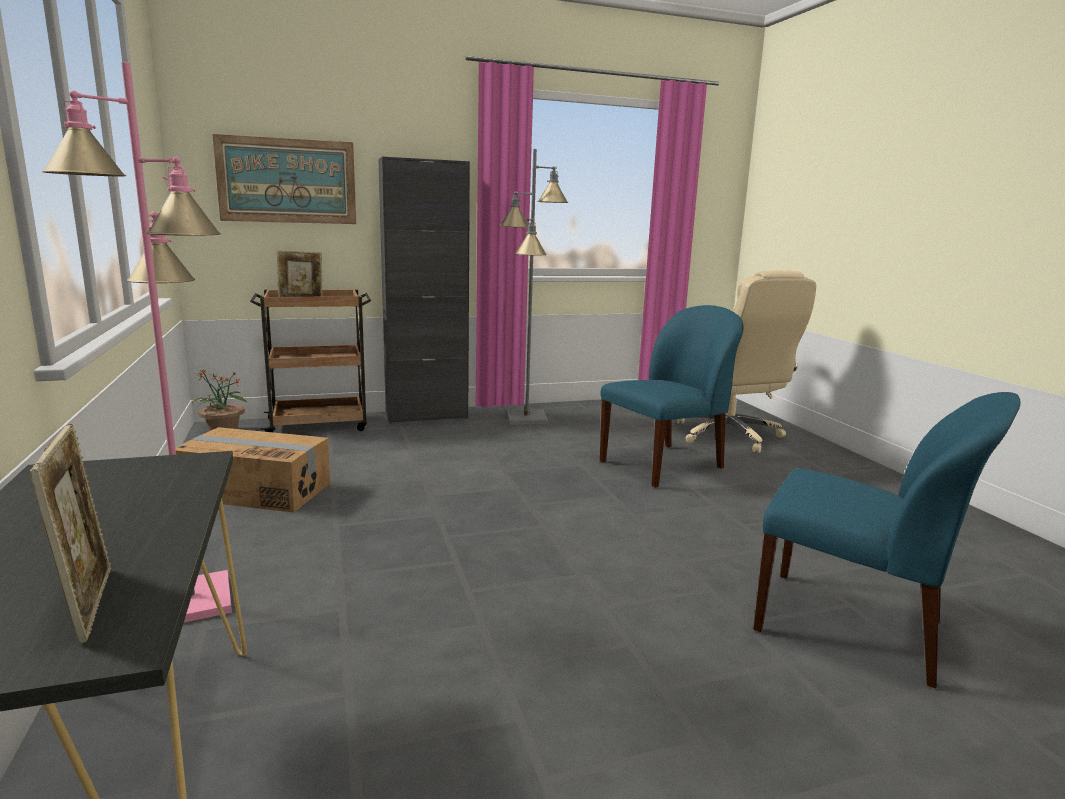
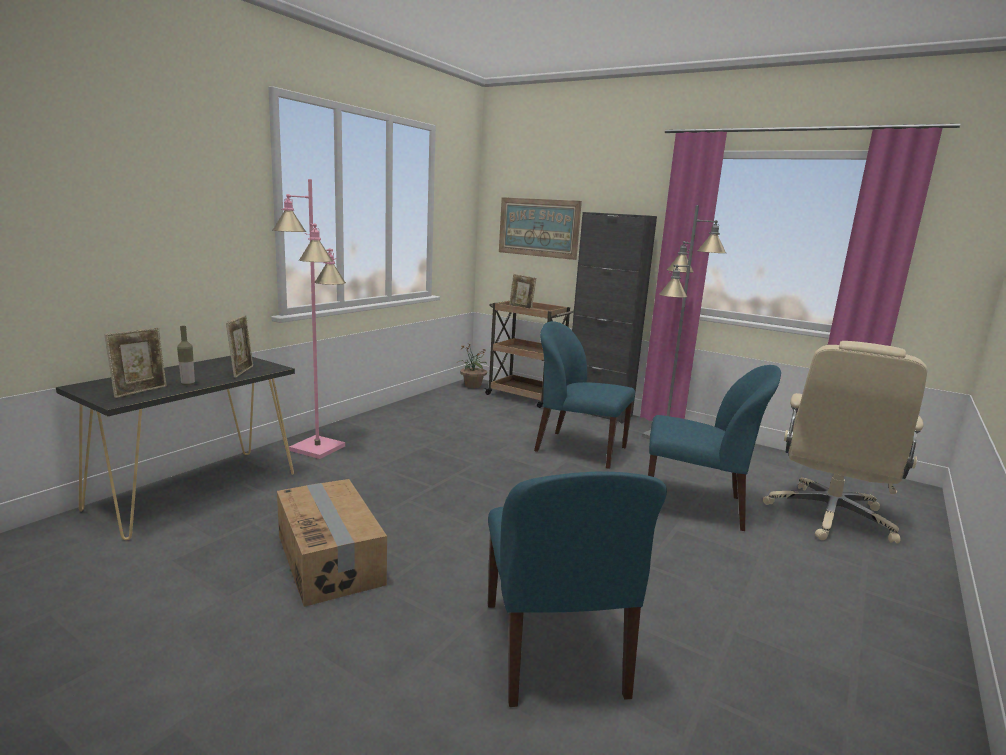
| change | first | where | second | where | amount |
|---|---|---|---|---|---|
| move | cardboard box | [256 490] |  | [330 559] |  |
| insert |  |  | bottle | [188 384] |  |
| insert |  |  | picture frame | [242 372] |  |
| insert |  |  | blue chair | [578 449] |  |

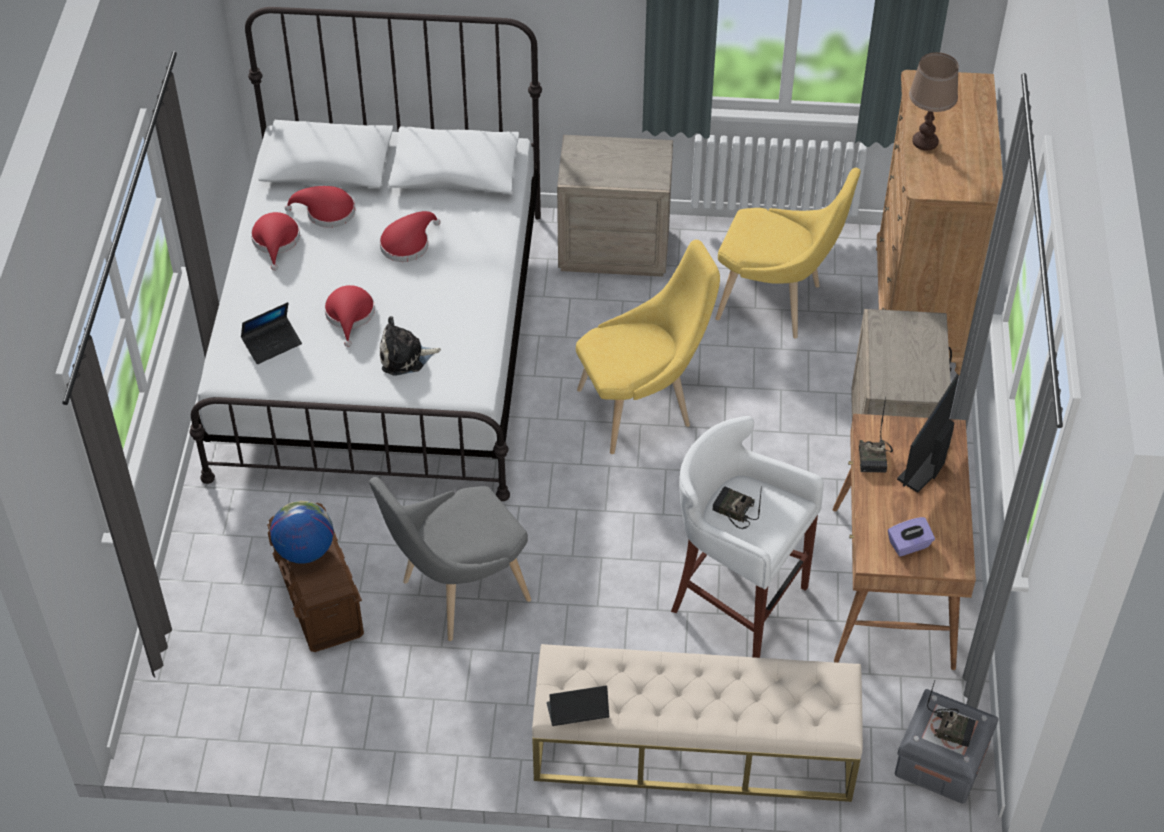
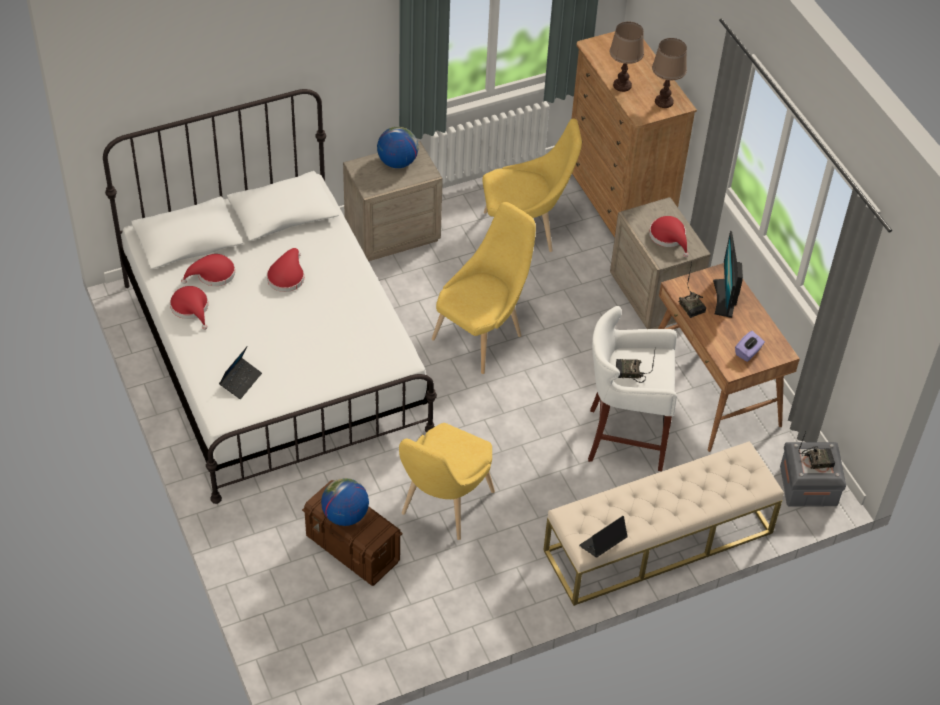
| change | first | where | second | where | amount |
|---|---|---|---|---|---|
| move | red hat | [350 315] |  | [669 237] |  |
| recolor | grey chair | [457 593] | yellow chair | [443 507] |  |
| delete | plush toy | [405 357] |  |  |  |
| insert |  |  | globe | [397 162] |  |
| insert |  |  | brown table lamp | [663 101] |  |

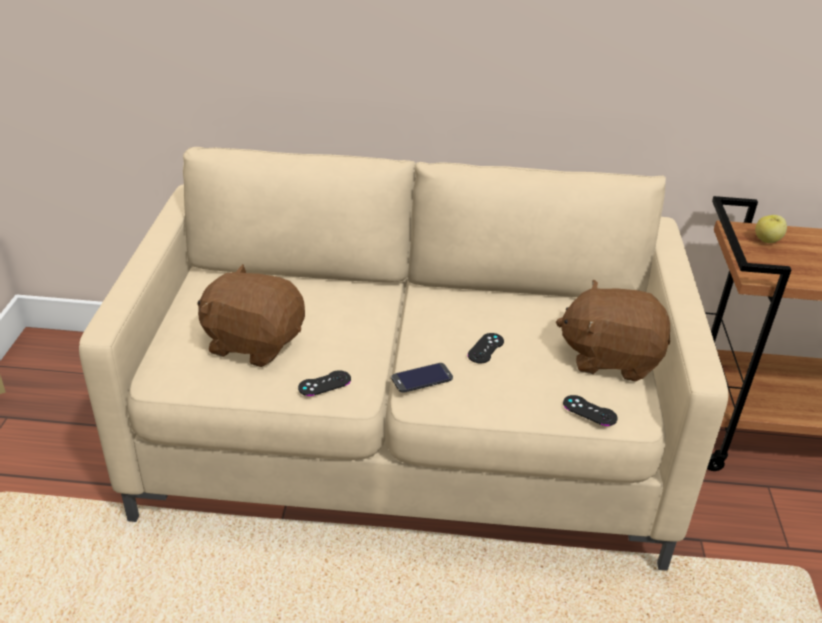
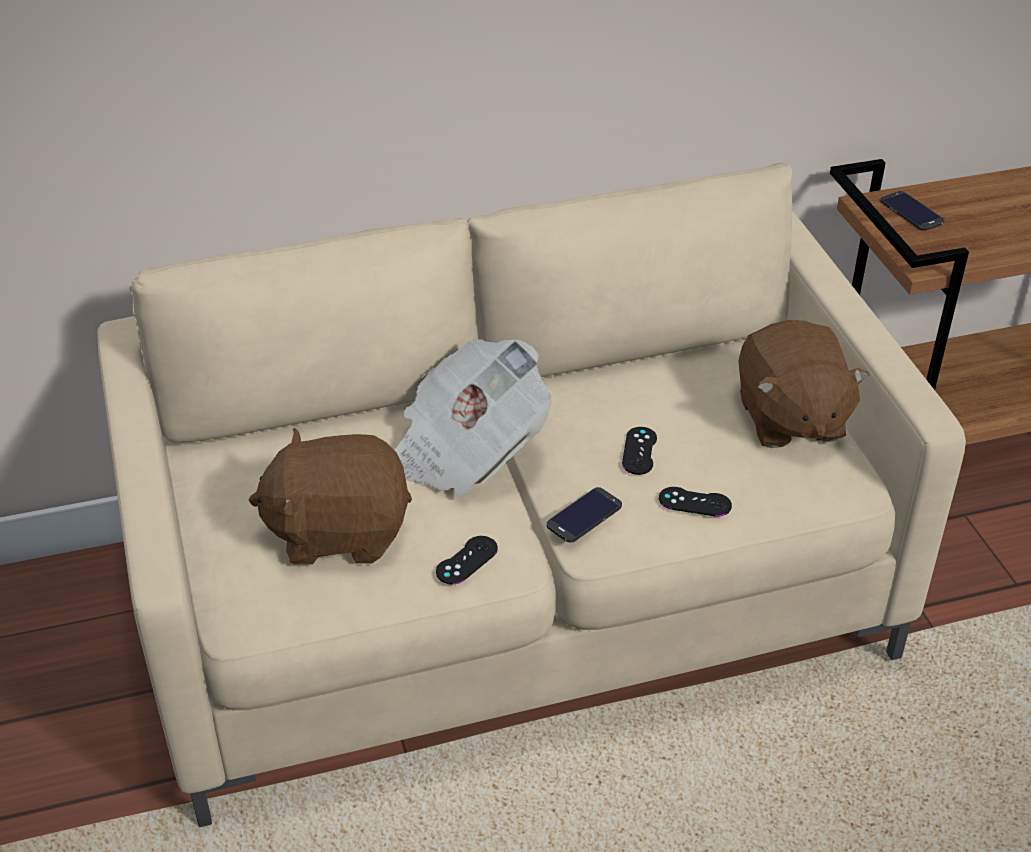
| change | first | where | second | where | amount |
|---|---|---|---|---|---|
| rotate | brown plush toy | [610 357] |  | [789 419] | 90 degrees counterclockwise |
| move | black game controller | [589 411] |  | [695 502] |  |
| replace | apple | [767 241] | phone | [911 211] |  |
| insert |  |  | newspaper | [466 450] |  |

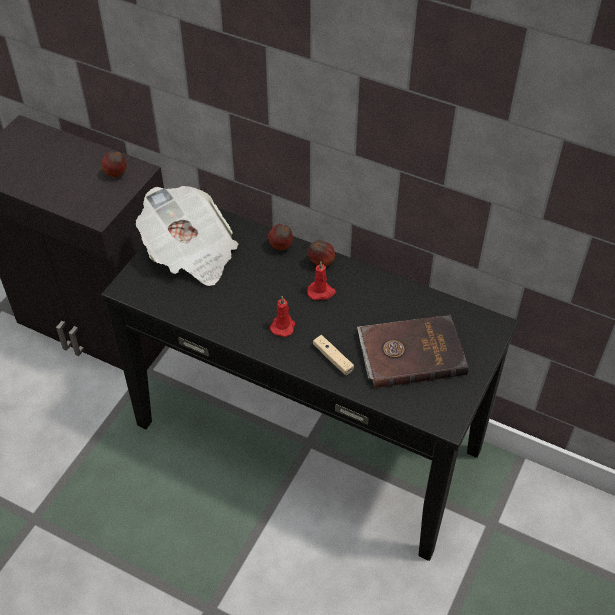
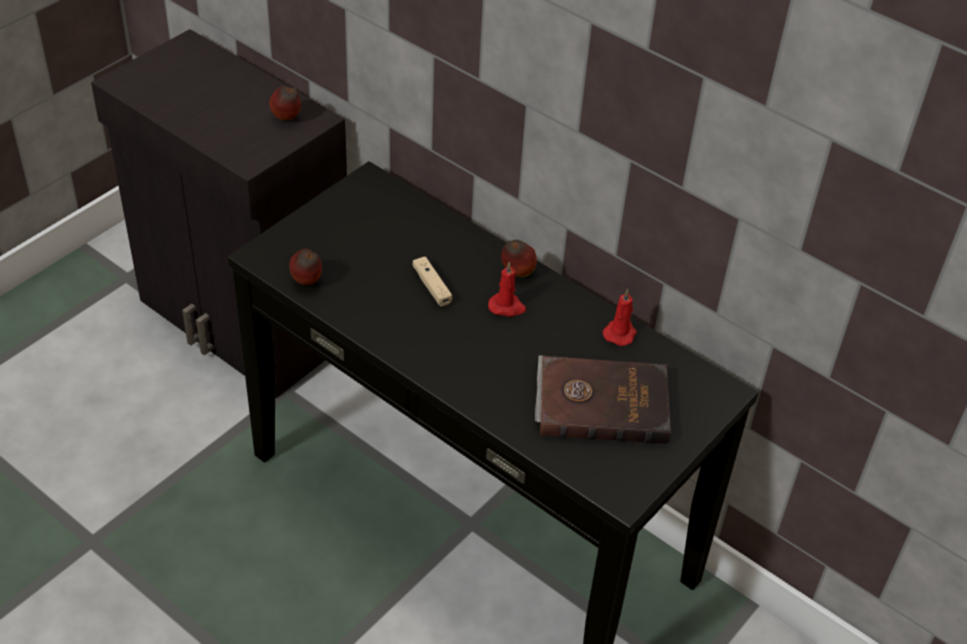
| change | first | where | second | where | amount |
|---|---|---|---|---|---|
| delete | newspaper | [190 253] |  |  |  |
| move | apple | [281 247] |  | [307 282] |  |
| move | red candle | [283 326] |  | [620 333] |  |
| move | beige game controller | [333 358] |  | [432 286] |  |

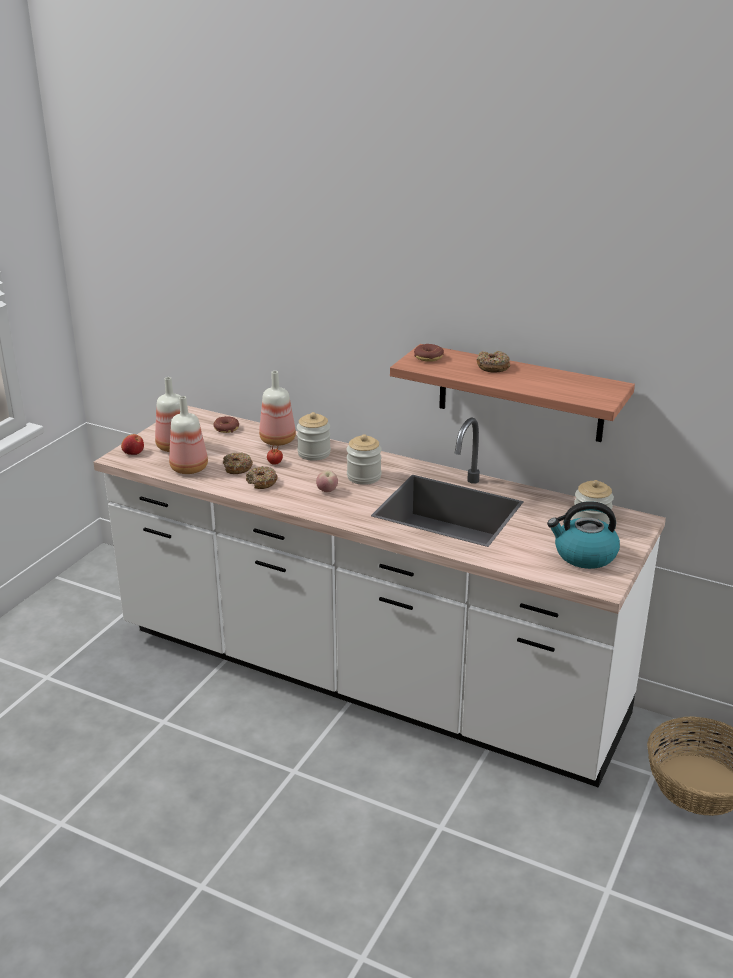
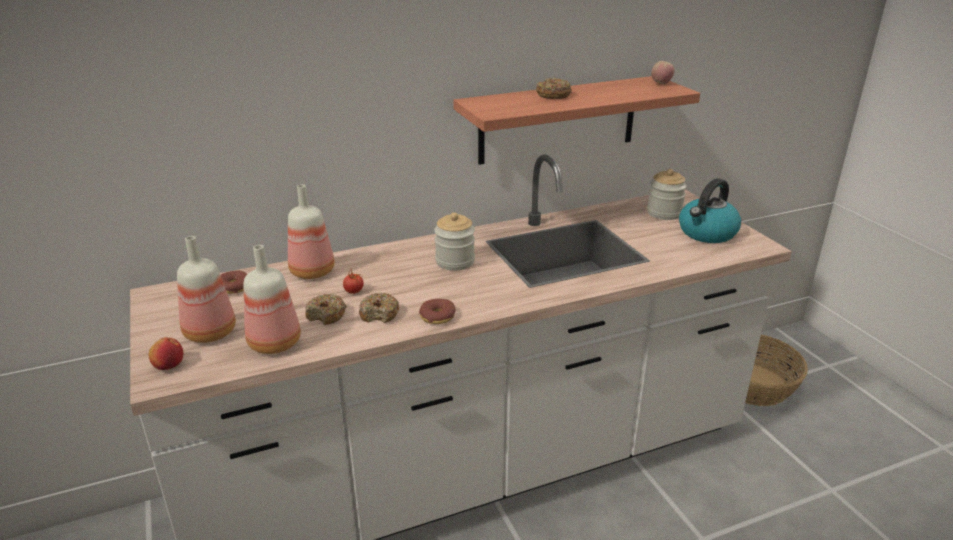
| change | first | where | second | where | amount |
|---|---|---|---|---|---|
| delete | jar | [314 453] |  |  |  |
| move | apple | [327 491] |  | [661 84] |  |
| move | donut | [428 357] |  | [437 317] |  |

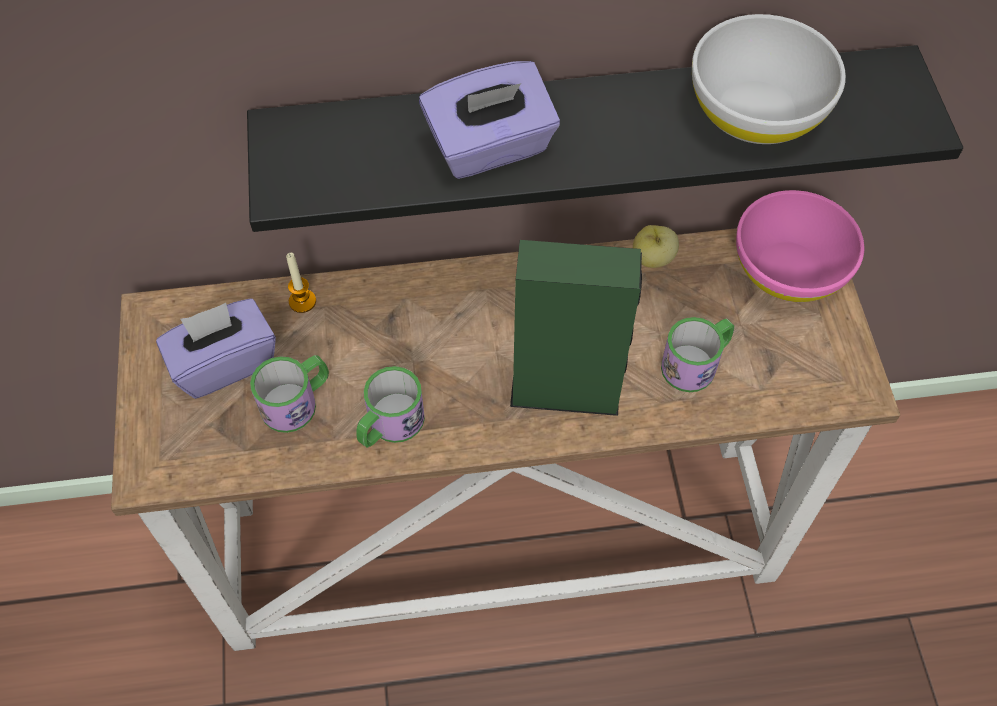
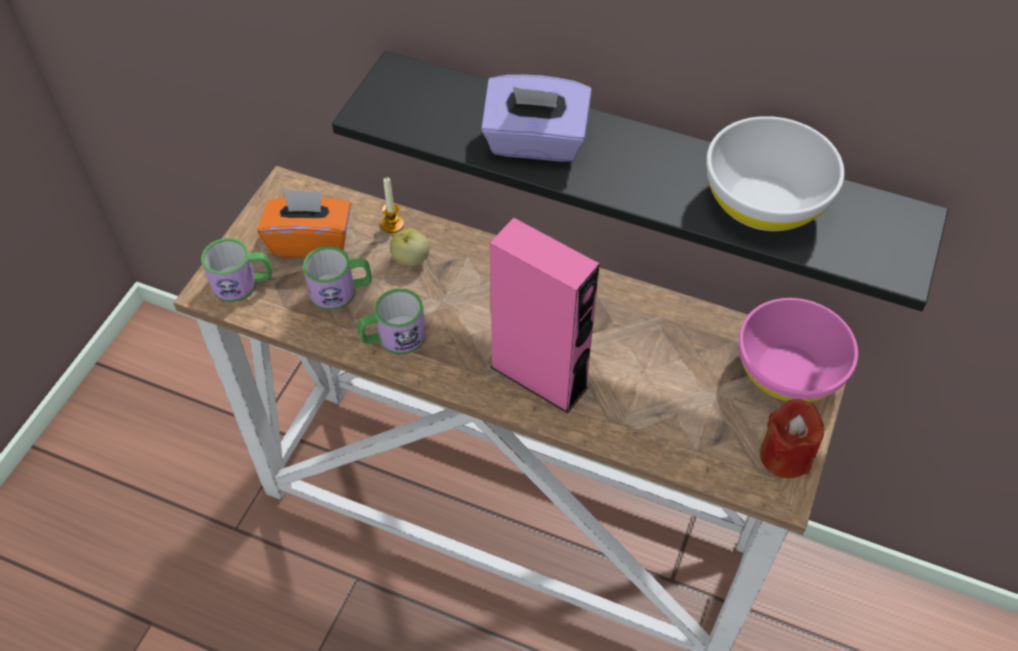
| change | first | where | second | where | amount |
|---|---|---|---|---|---|
| recolor | purple tissue box | [224 363] | orange tissue box | [311 242] |  |
| recolor | green speaker | [565 392] | pink speaker | [539 377] |  |
| move | apple | [653 259] |  | [410 259] |  |
| move | mug | [696 363] |  | [243 283] |  |
| insert |  |  | red candle | [785 456] |  |

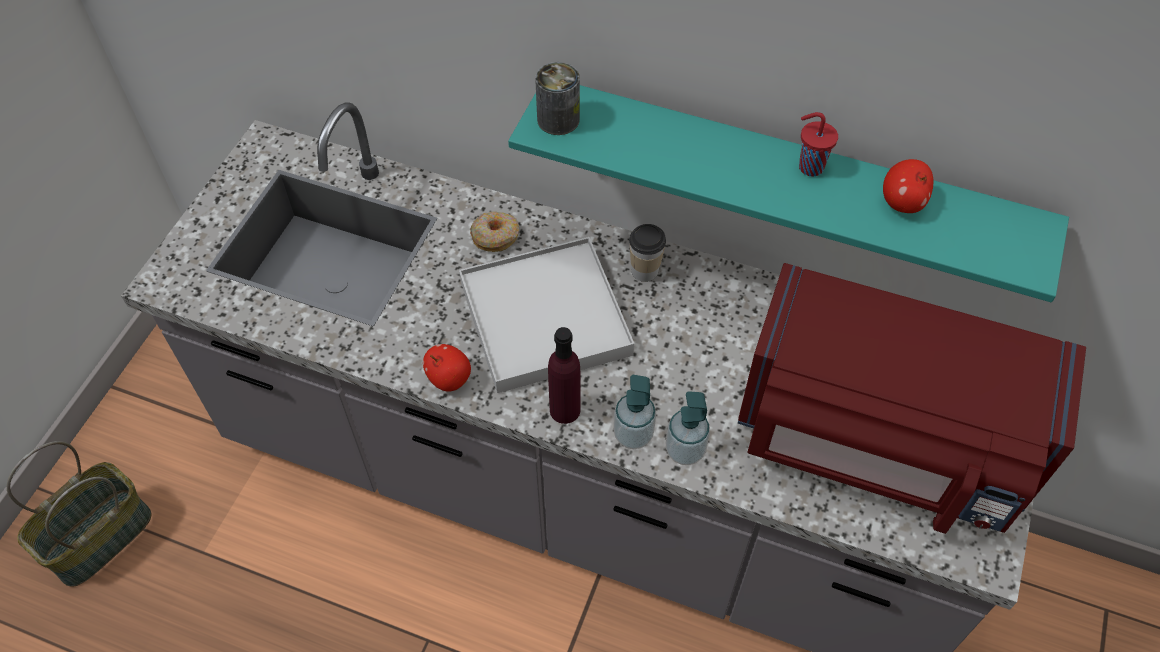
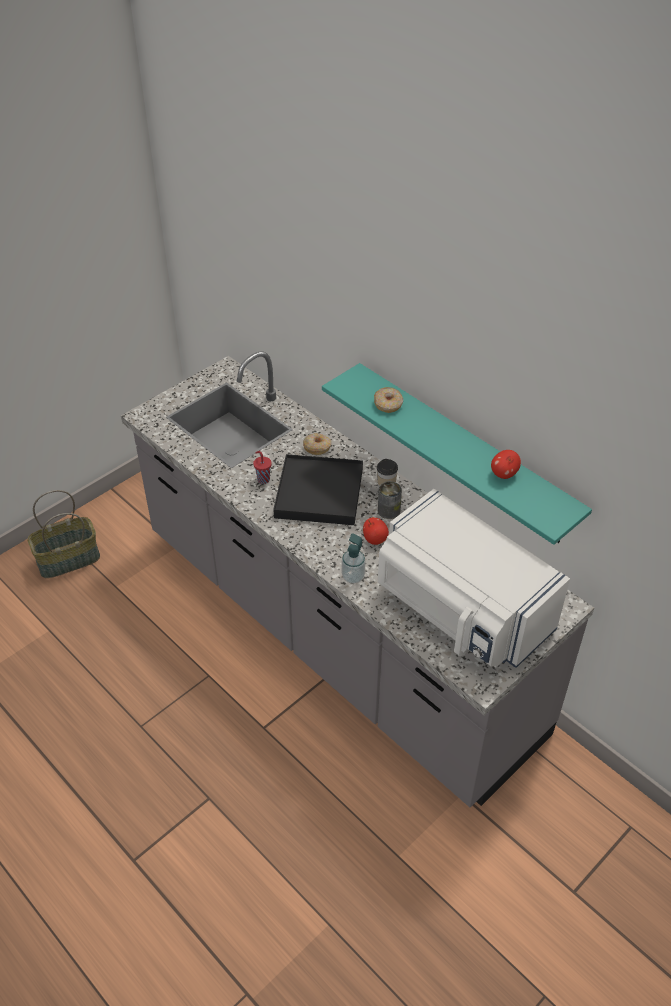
| change | first | where | second | where | amount |
|---|---|---|---|---|---|
| move | apple | [449 379] |  | [375 539] |  |
| recolor | white tray | [545 318] | black tray | [319 493] |  |
| move | can | [558 119] |  | [389 510] |  |
| delete | purple bottle | [565 410] |  |  |  |
| delete | soap dispenser | [633 435] |  |  |  |
| recolor | red microwave | [880 442] | white microwave | [461 611] |  |
| move | red cup | [809 167] |  | [263 479] |  |
| insert |  |  | donut | [388 404] |  |

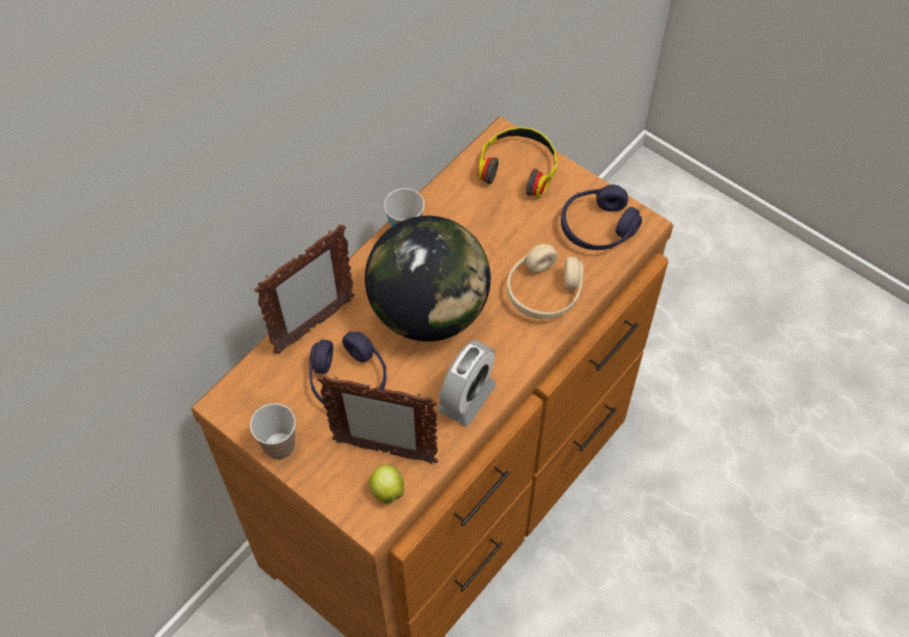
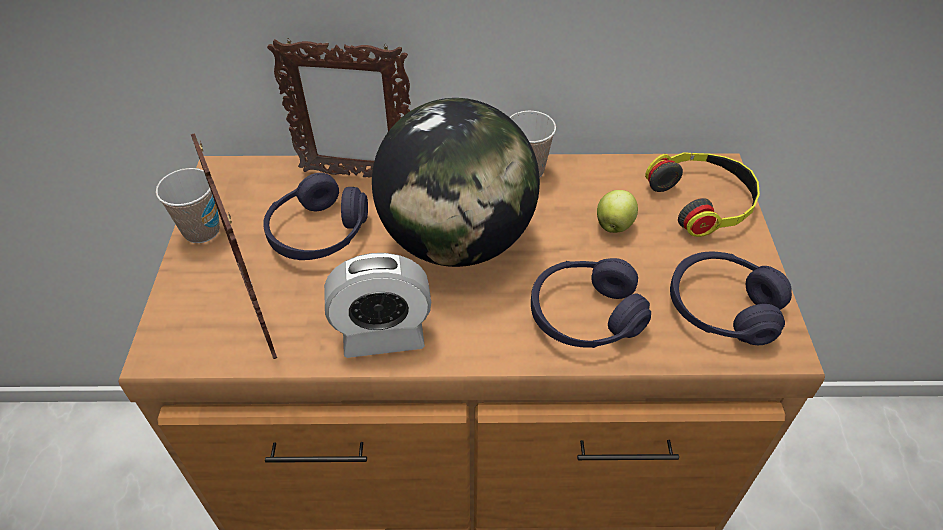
| change | first | where | second | where | amount |
|---|---|---|---|---|---|
| move | apple | [387 490] |  | [614 225] |  |
| recolor | beige headphones | [544 292] | purple headphones | [585 315] |  |

